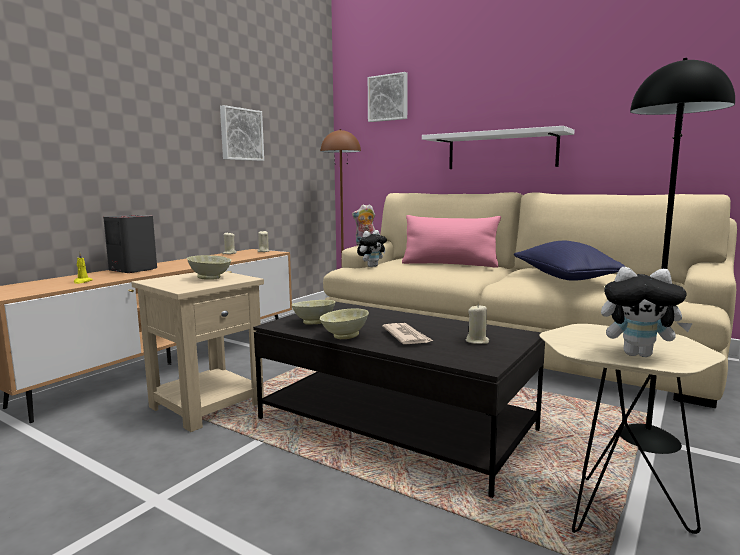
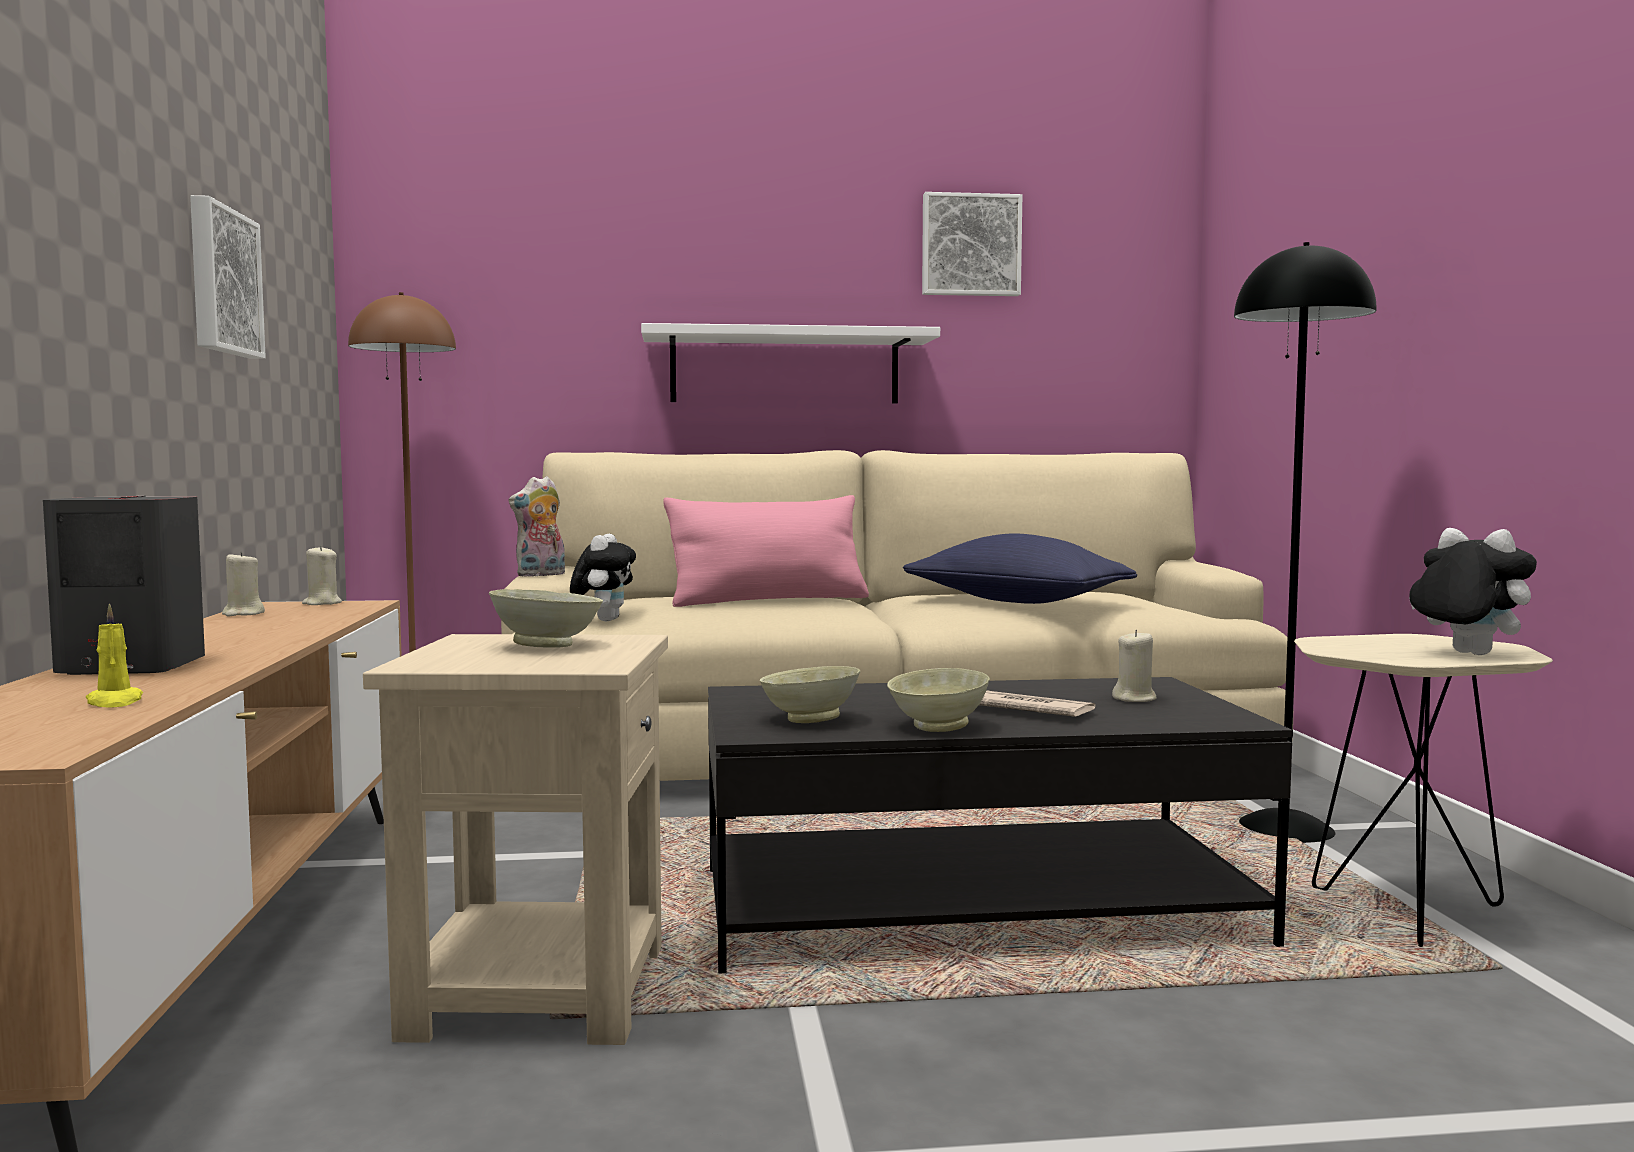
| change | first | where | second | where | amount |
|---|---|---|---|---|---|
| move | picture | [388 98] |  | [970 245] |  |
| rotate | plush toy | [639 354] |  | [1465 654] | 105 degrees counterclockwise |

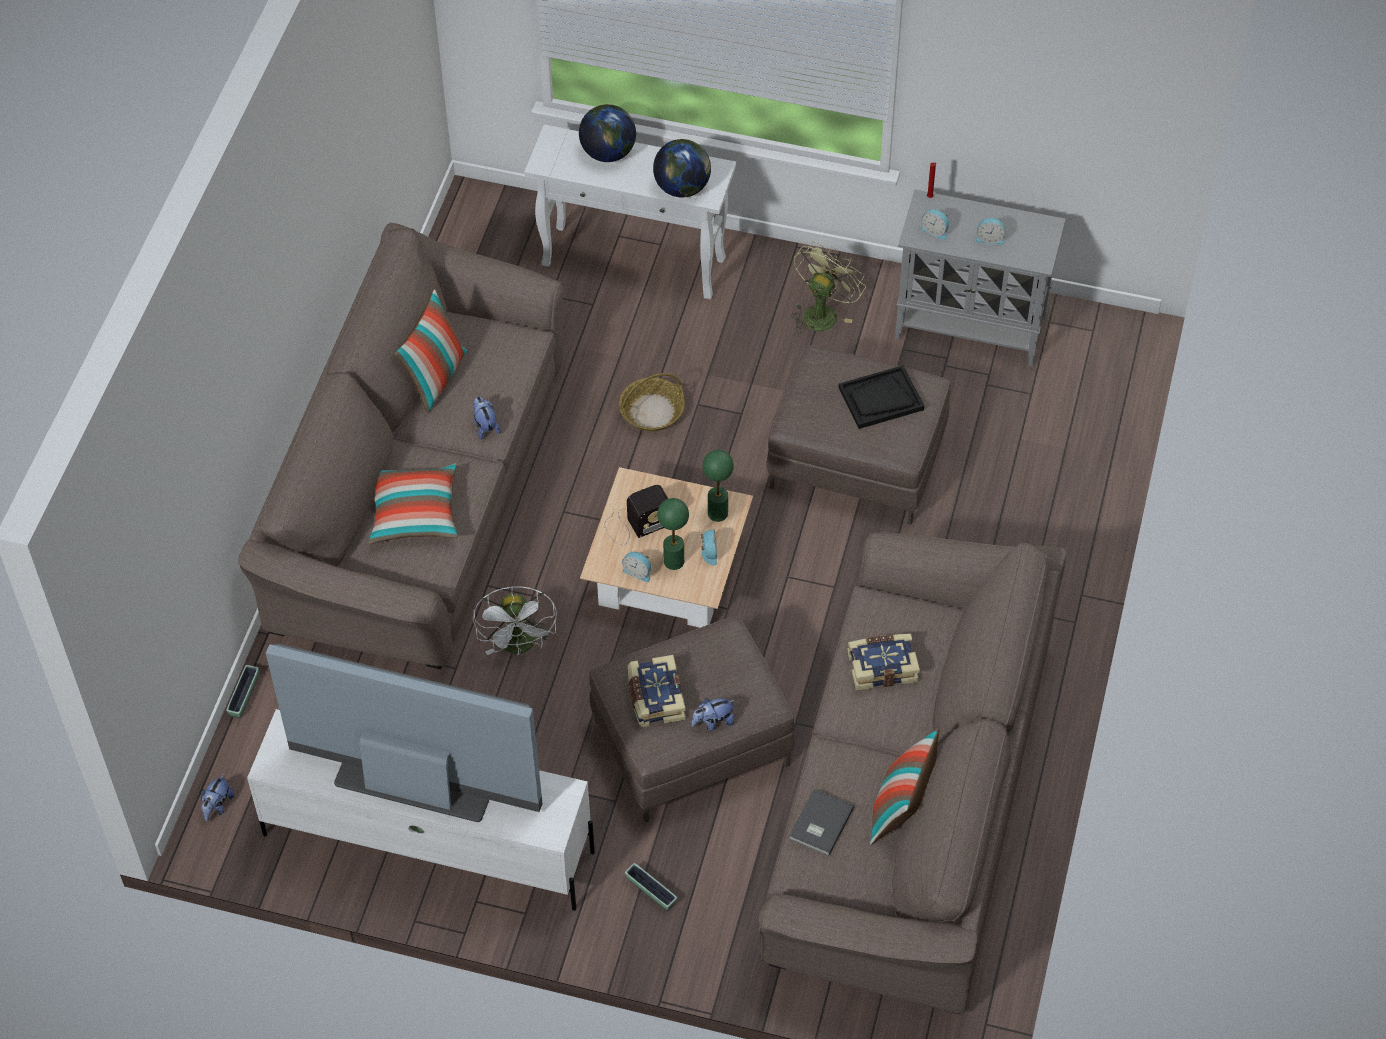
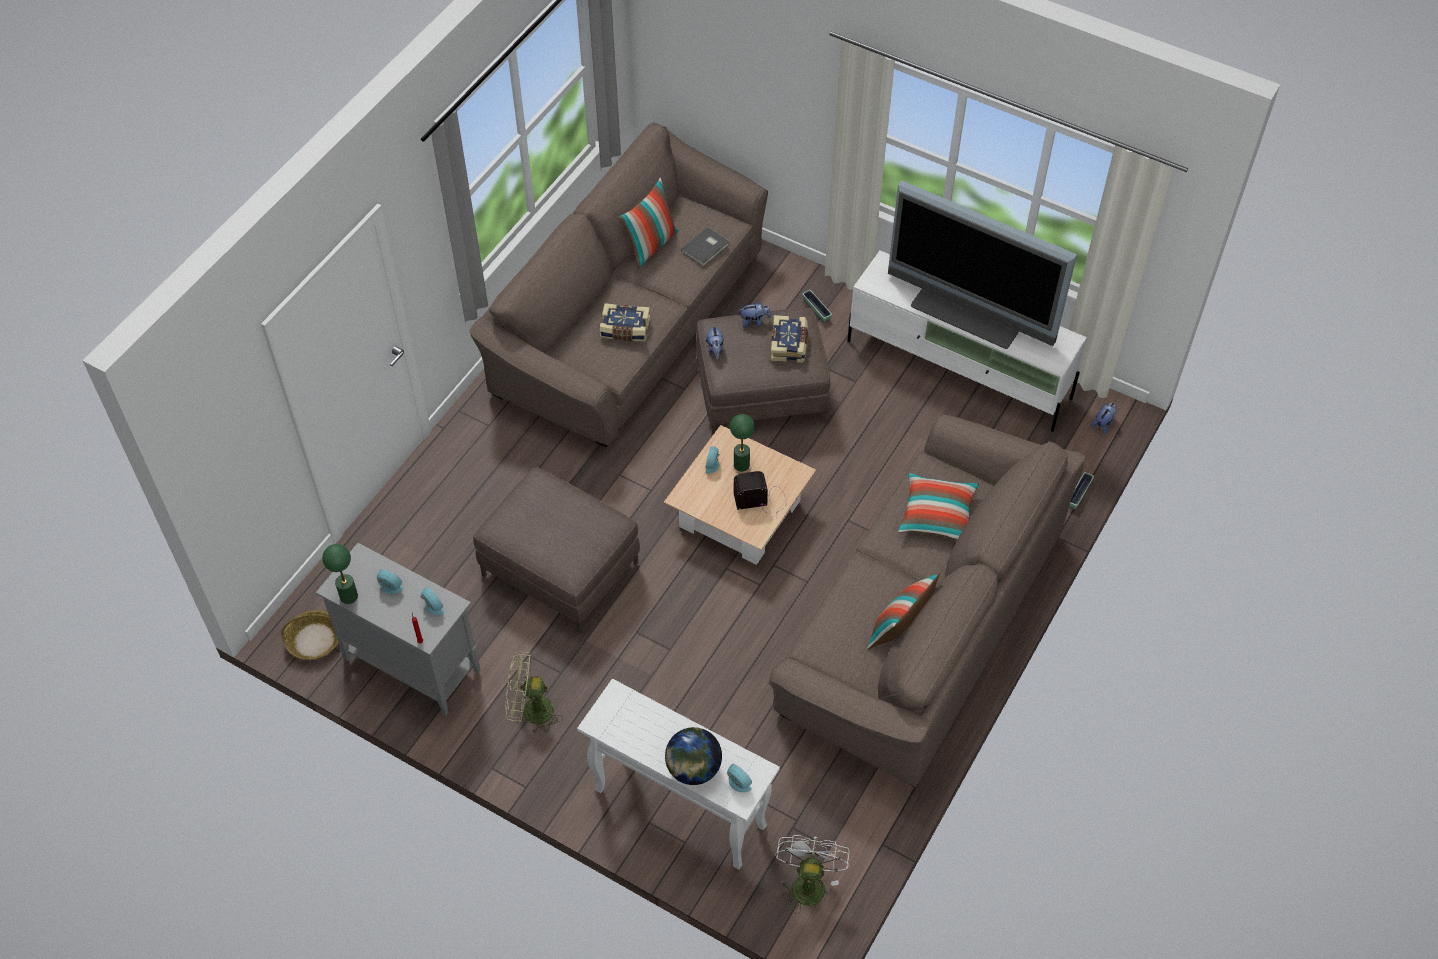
| change | first | where | second | where | amount |
|---|---|---|---|---|---|
| move | plush toy | [485 426] |  | [715 349] |  |
| move | white fan | [519 646] |  | [808 882] |  |
| move | basket | [652 411] |  | [314 641] |  |
| move | alarm clock | [638 572] |  | [737 784] |  |
| delete | globe | [682 187] |  |  |  |
| move | green table lamp | [717 513] |  | [349 596] |  |
| rotate | green fan | [822 312] |  | [530 711] | 45 degrees clockwise |
| delete | black tray | [880 399] |  |  |  |

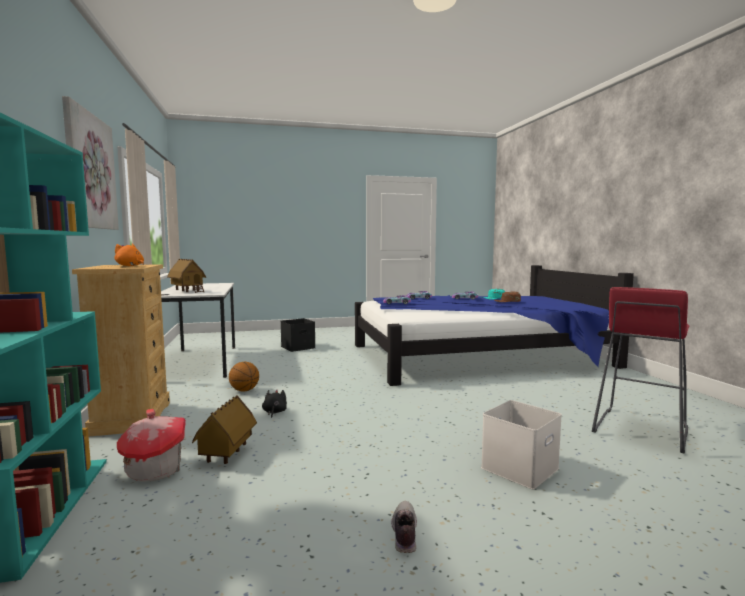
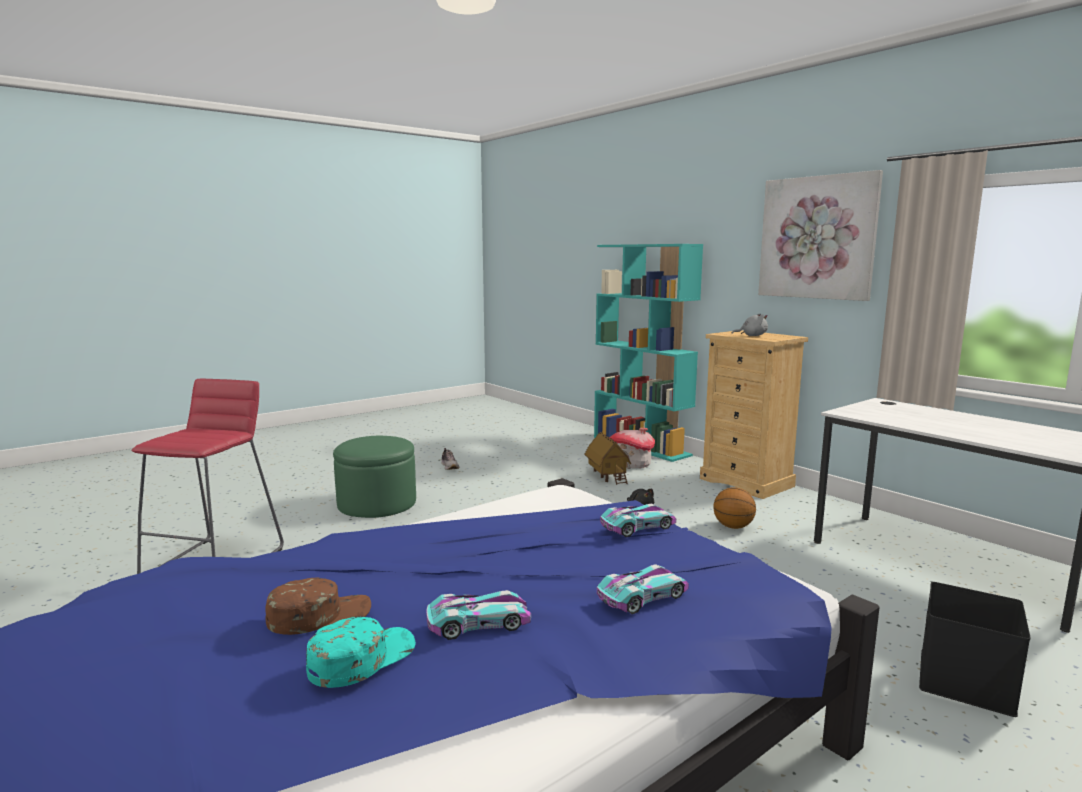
| change | first | where | second | where | amount |
|---|---|---|---|---|---|
| recolor | orange plush toy | [130 266] | grey plush toy | [752 336] |  |
| delete | toy house | [187 291] |  |  |  |
| replace | white storage box | [520 469] | green ottoman | [377 503] |  |

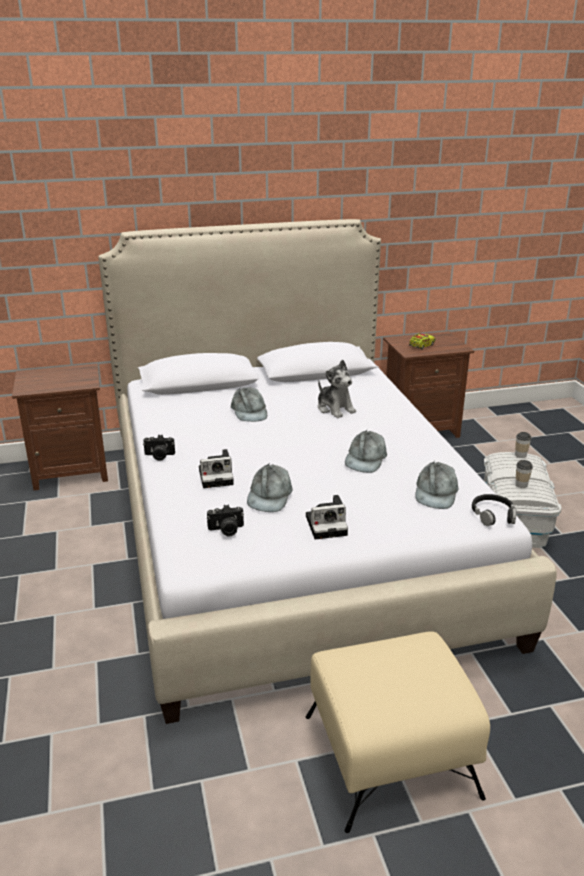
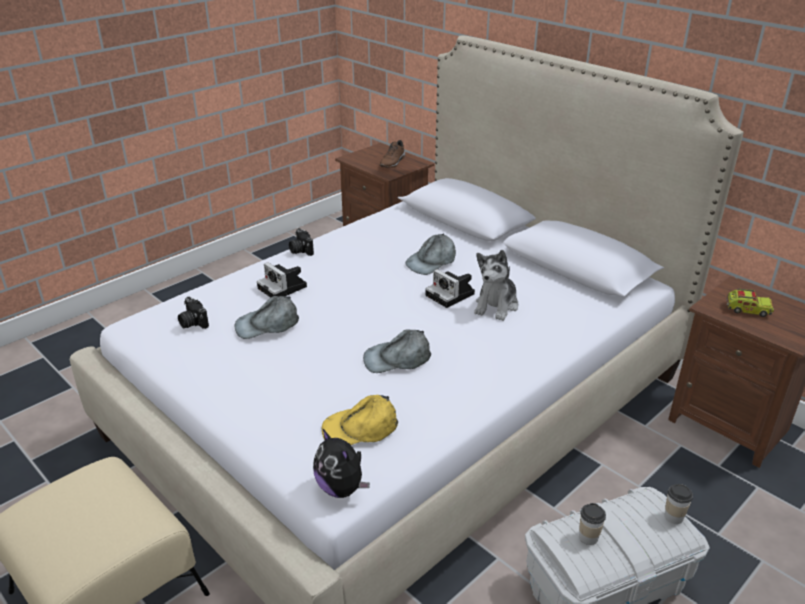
| change | first | where | second | where | amount |
|---|---|---|---|---|---|
| move | photo camera | [328 525] |  | [451 295] |  |
| recolor | grey cap | [436 492] | yellow cap | [360 428] |  |
| replace | black headphones | [493 515] | plush toy | [342 488] |  |
| insert |  |  | brown shoe | [393 162] |  |

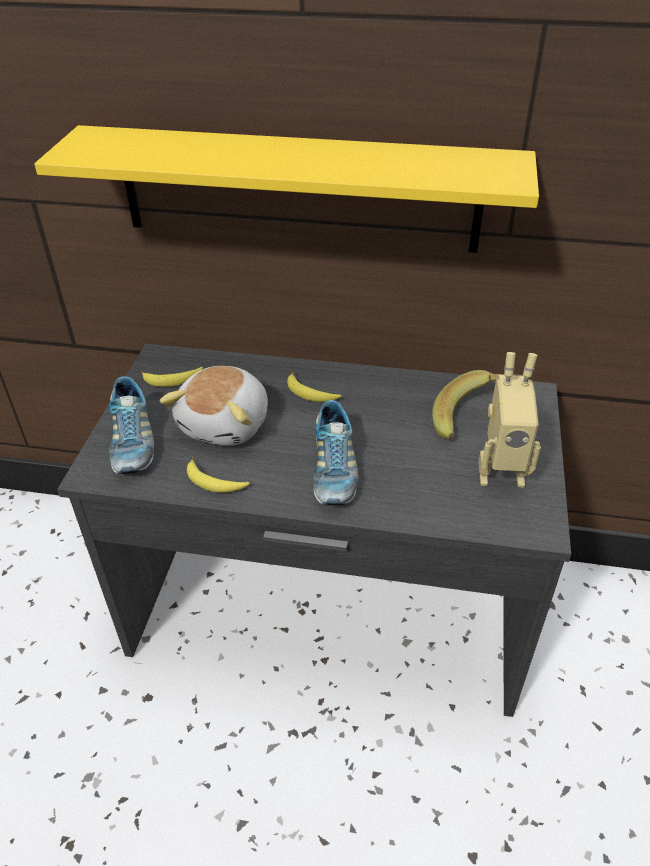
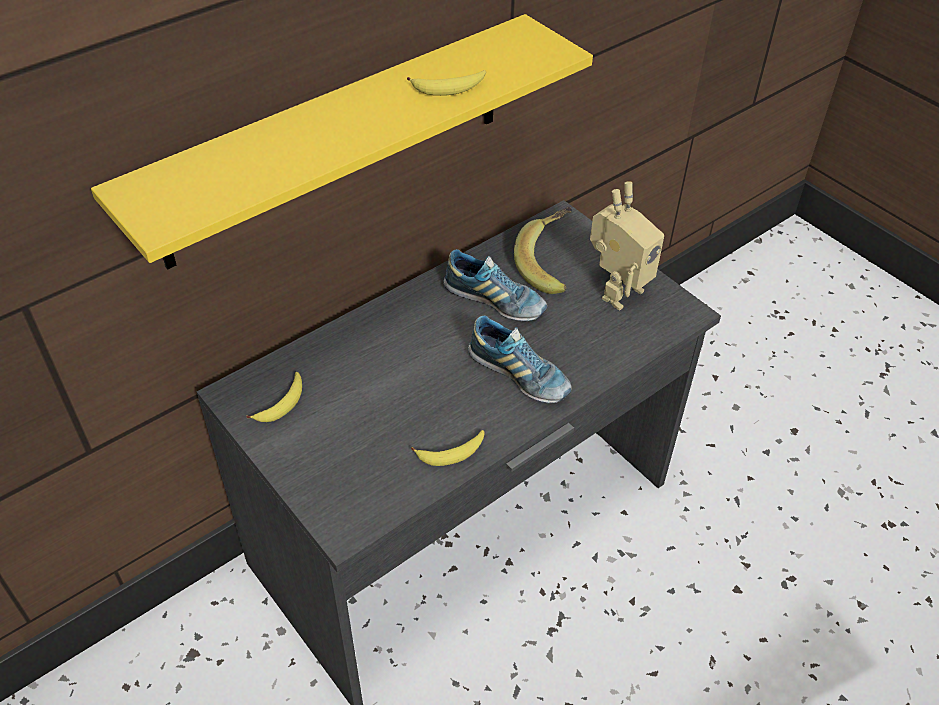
| change | first | where | second | where | amount |
|---|---|---|---|---|---|
| move | shoe | [132 443] |  | [495 301] |  |
| delete | plush toy | [227 424] |  |  |  |
| move | banana | [310 394] |  | [449 88] |  |

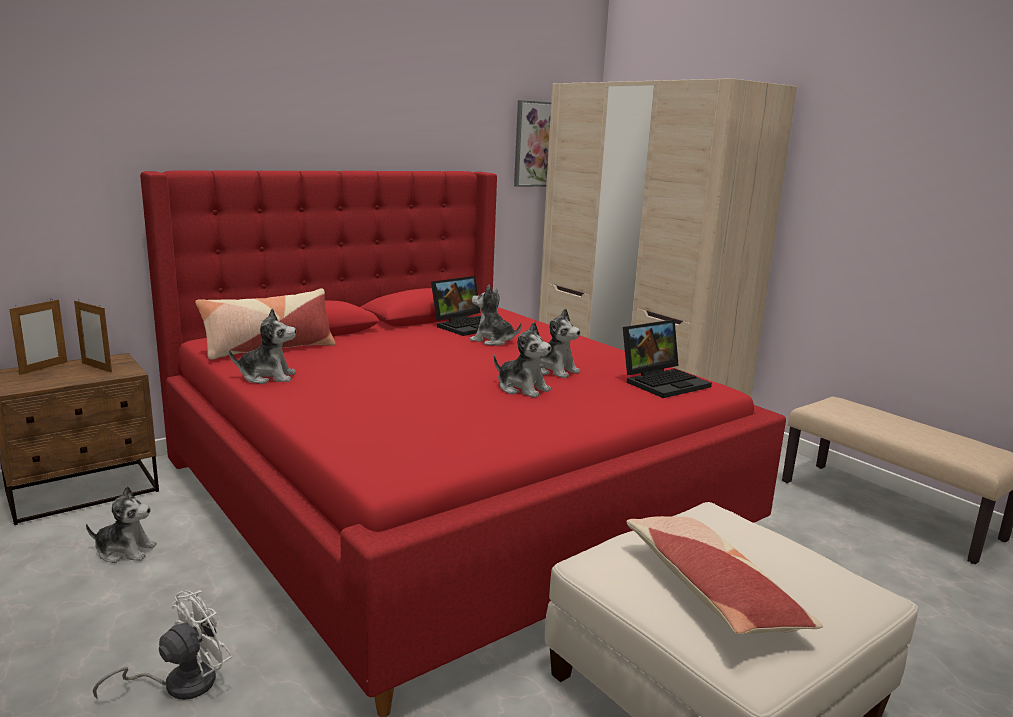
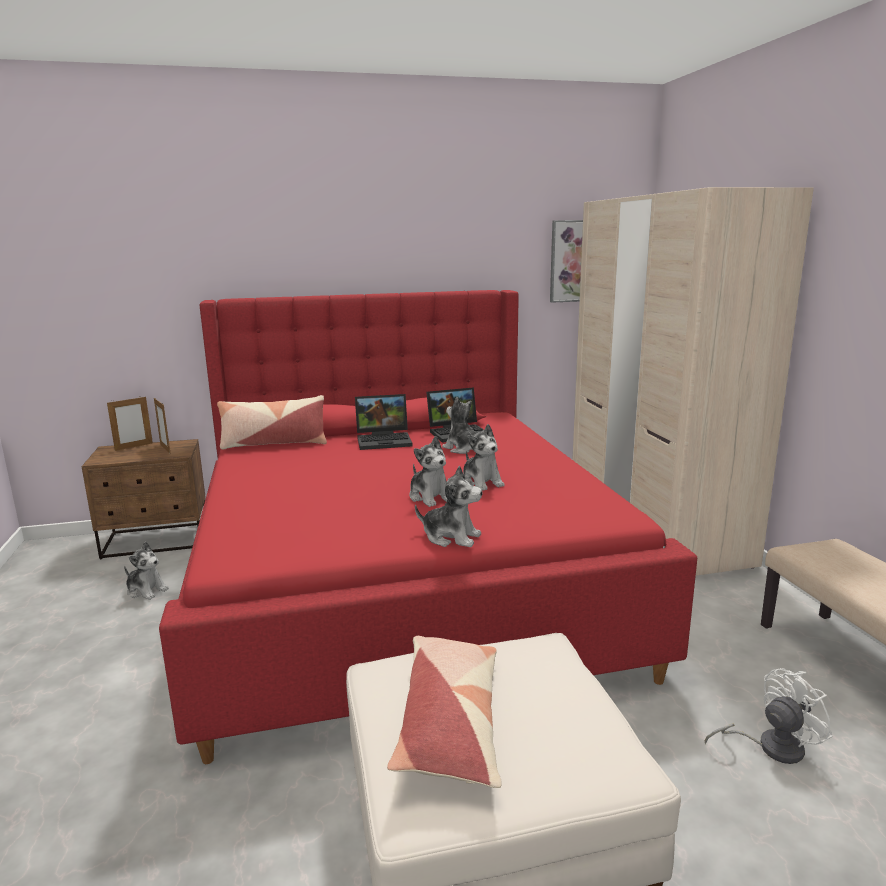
| change | first | where | second | where | amount |
|---|---|---|---|---|---|
| move | white fan | [179 683] |  | [770 747] |  |
| move | plush toy | [267 377] |  | [451 537] |  |
| move | laptop | [664 382] |  | [385 440] |  |

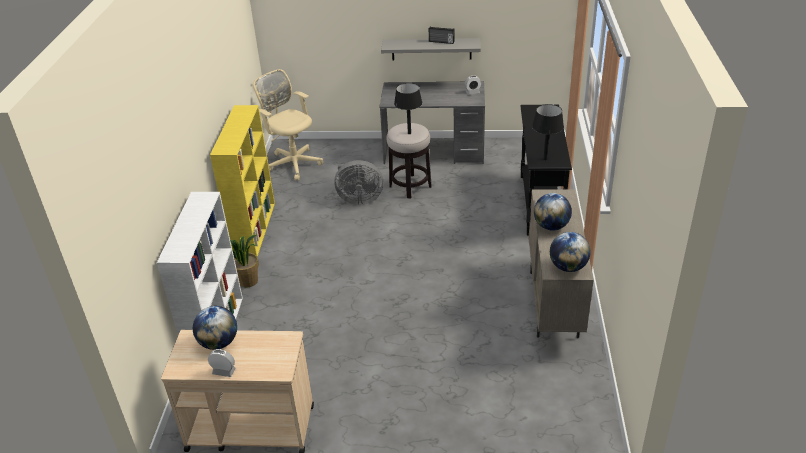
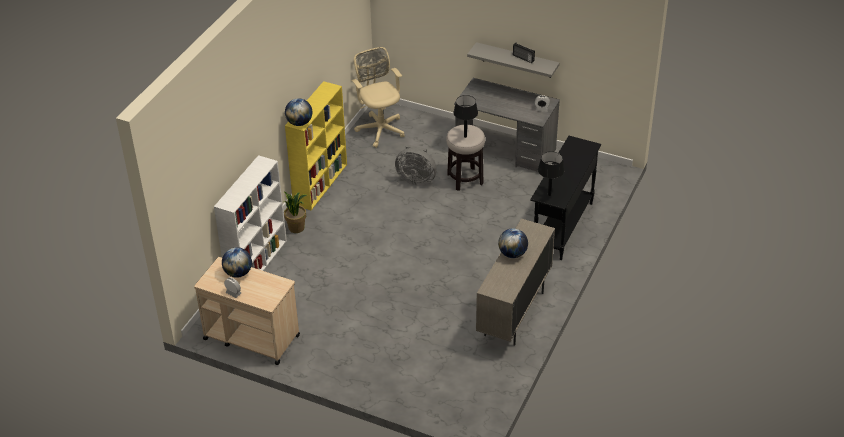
| change | first | where | second | where | amount |
|---|---|---|---|---|---|
| move | globe | [568 267] |  | [299 123] |  |

